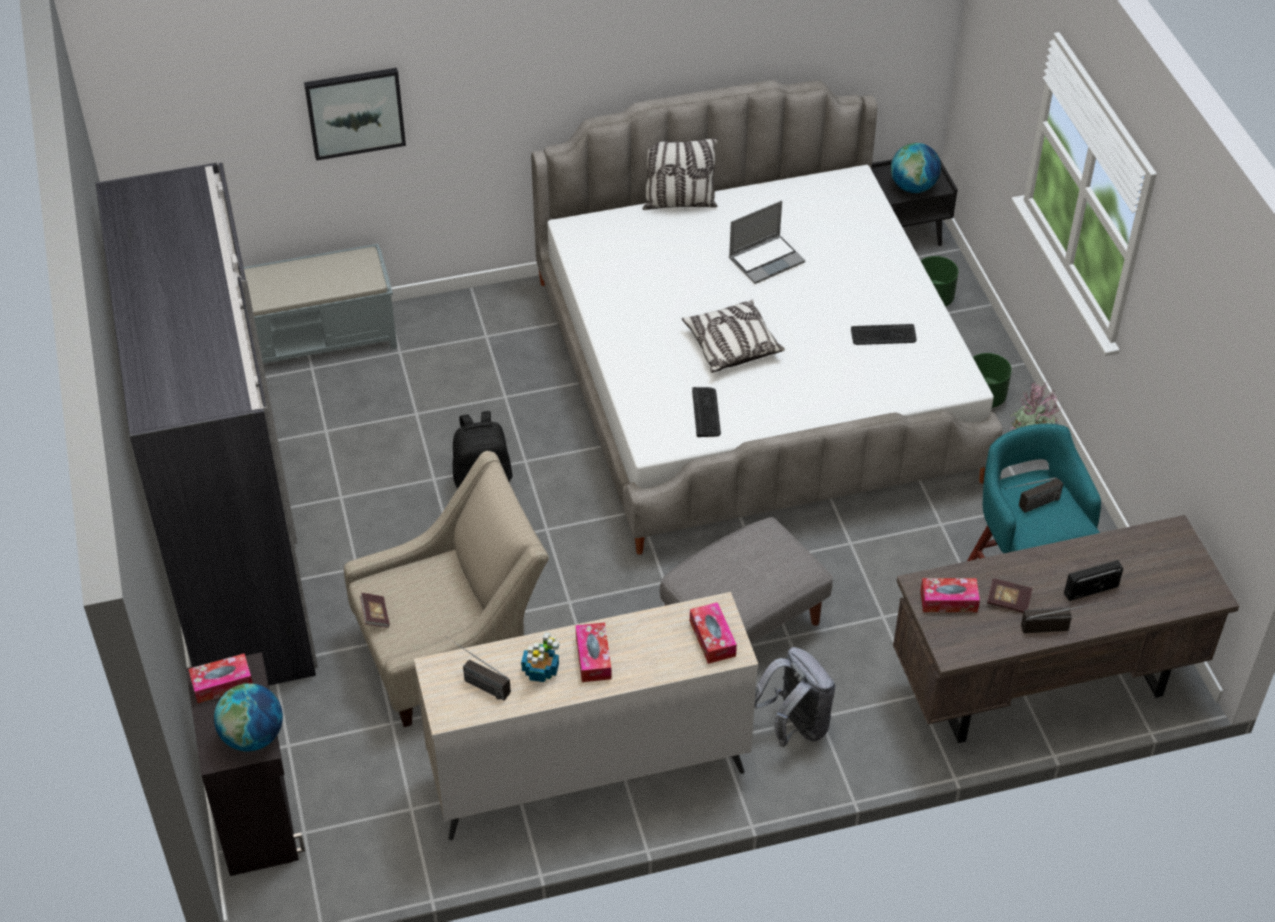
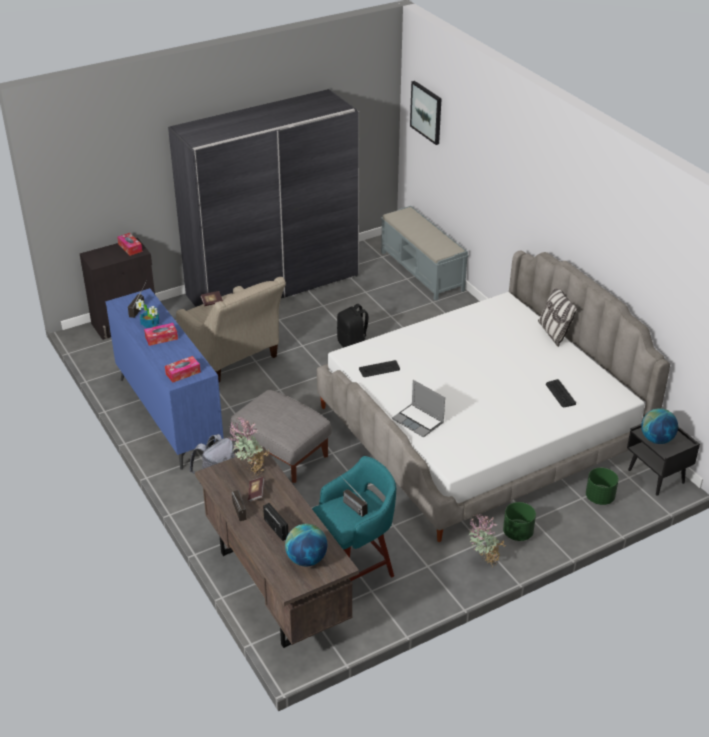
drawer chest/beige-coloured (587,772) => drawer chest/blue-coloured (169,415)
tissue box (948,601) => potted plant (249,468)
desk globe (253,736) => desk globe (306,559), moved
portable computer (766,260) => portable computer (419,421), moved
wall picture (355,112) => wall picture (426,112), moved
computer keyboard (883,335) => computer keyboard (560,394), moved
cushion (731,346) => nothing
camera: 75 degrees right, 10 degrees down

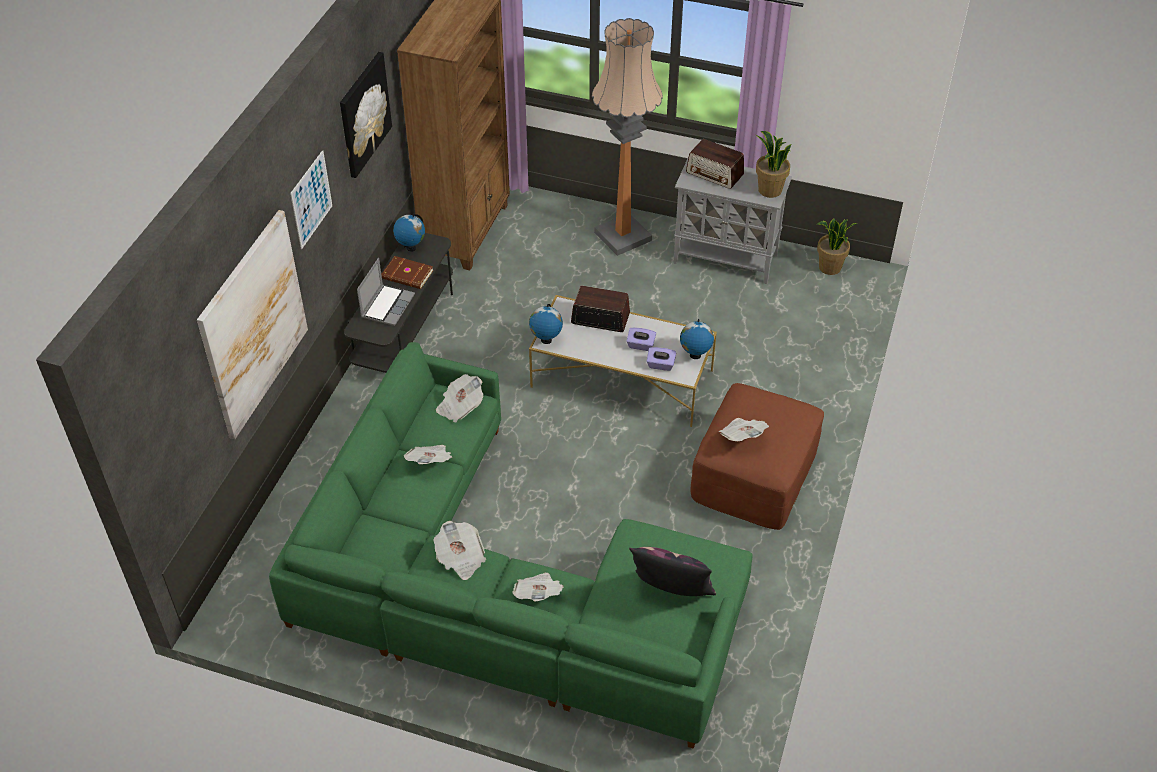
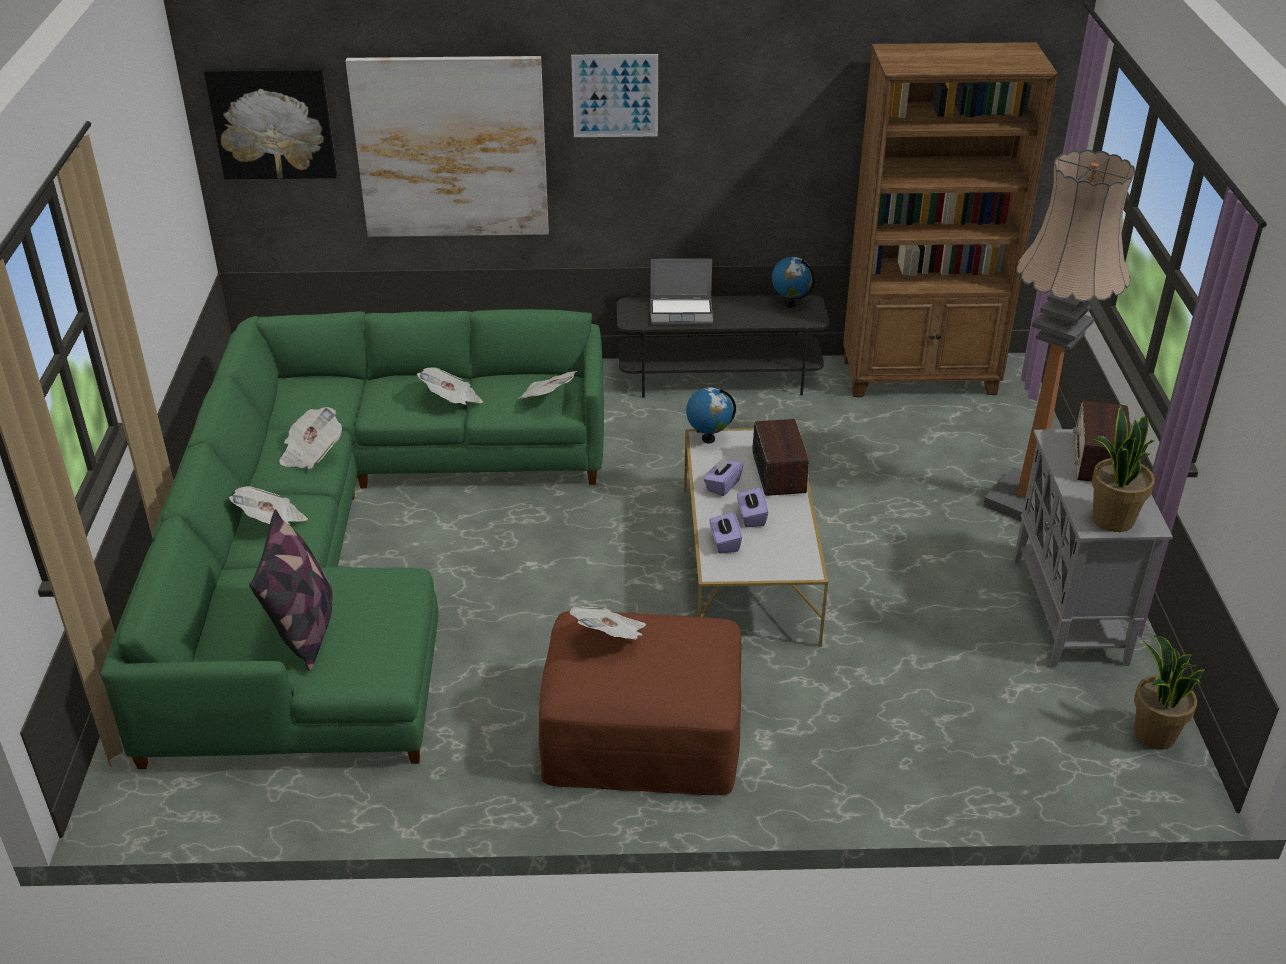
wall picture (363,114) => wall picture (273,122), moved
nothing => tissue box/purple-coloured (722,485)
bound book/brownish (407,275) => nothing
desk globe (695,355) => nothing
camera: 70 degrees right, 10 degrees down

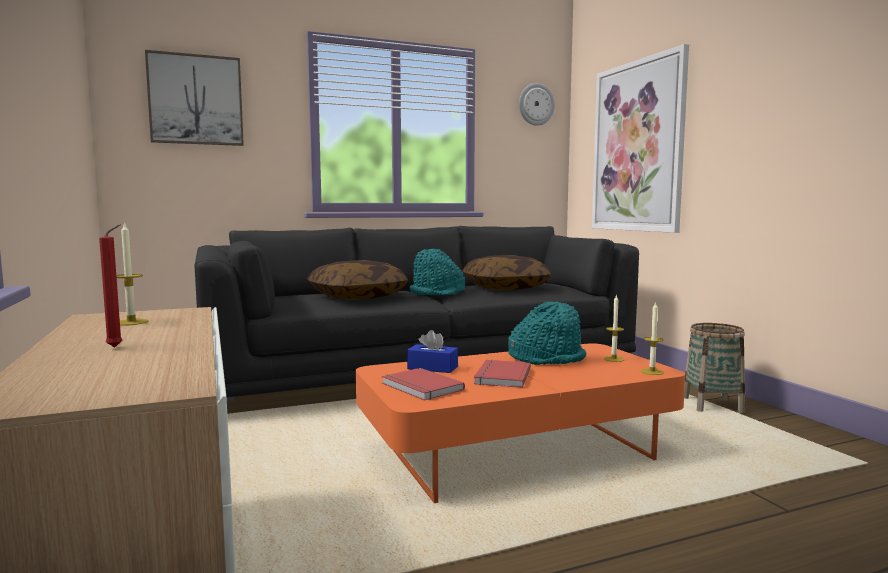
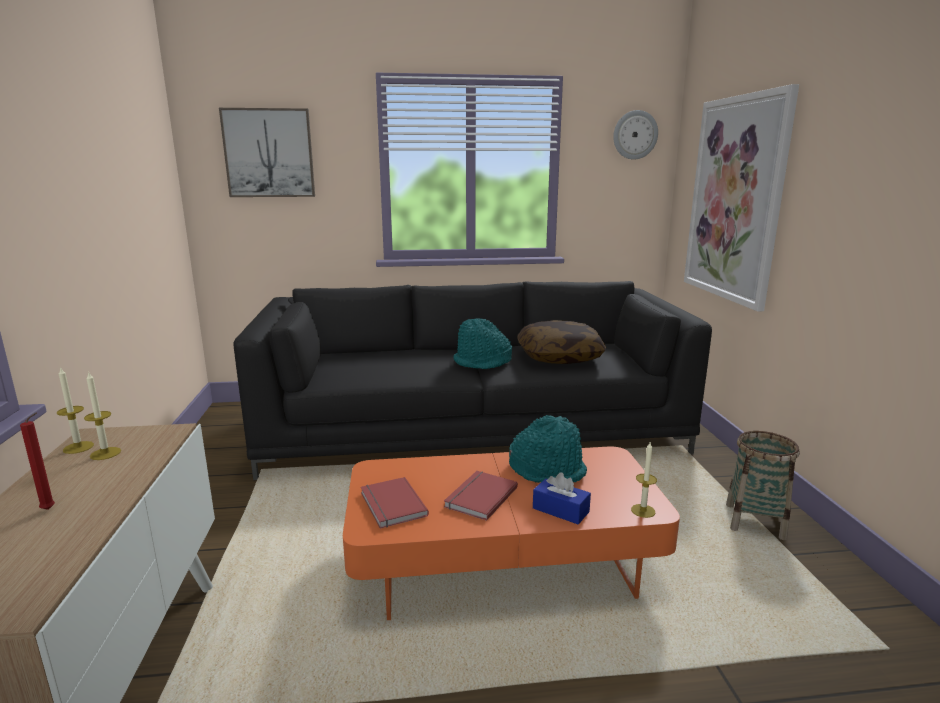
candle (613,359) => candle (78,447), moved
tissue box/blue-coloured (432,368) => tissue box/blue-coloured (560,510), moved
cushion (357,297) => nothing
camera: 15 degrees right, 10 degrees up

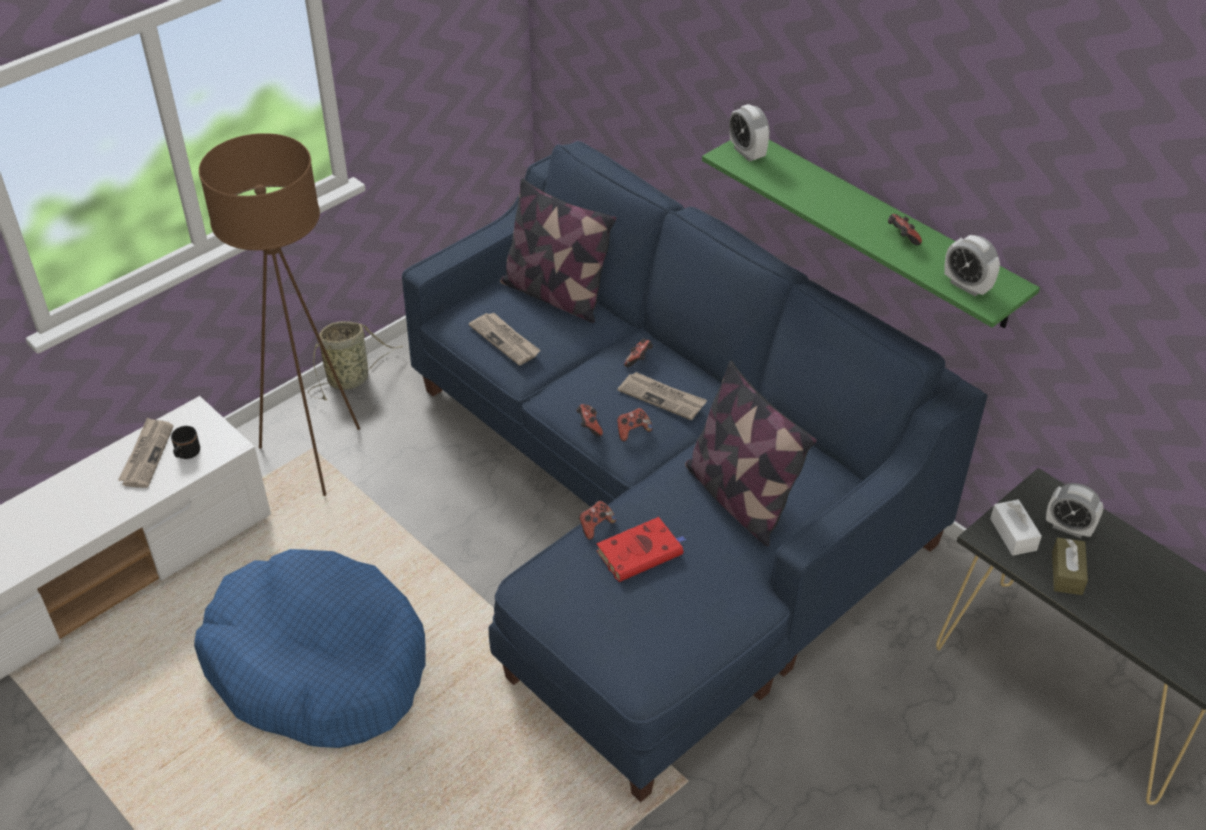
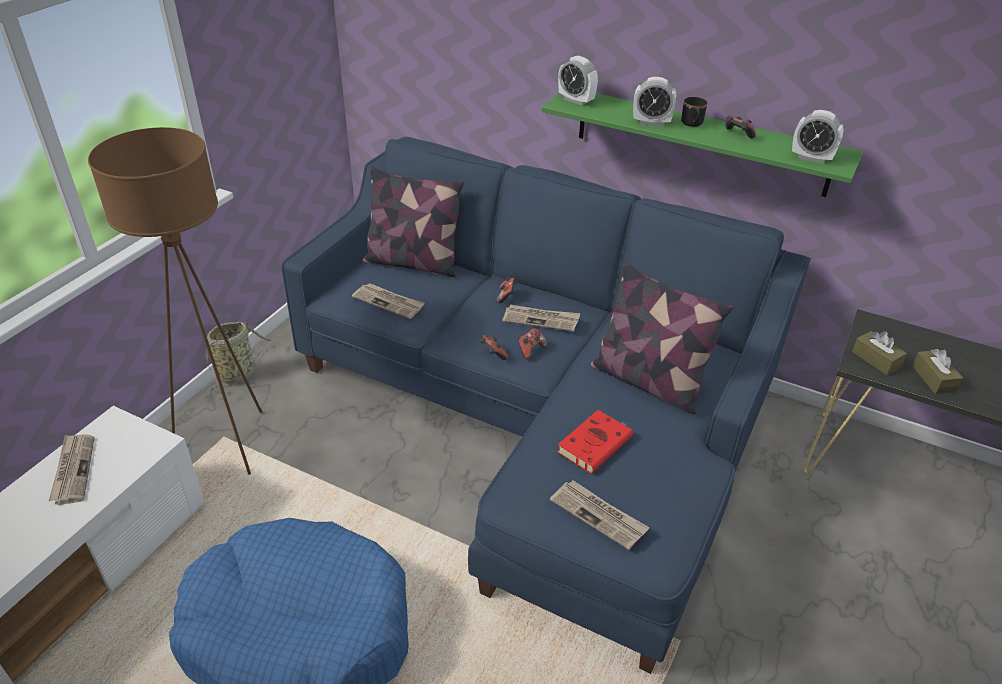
nothing => newspaper (599,515)
alarm clock (1068,528) => alarm clock (651,122), moved
mug/black (186,454) => mug/black (692,124), moved
tissue box/whitish (1013,534) => tissue box/brownish (876,359)
gamepad (595,526) => nothing
camera: 20 degrees left, 5 degrees down

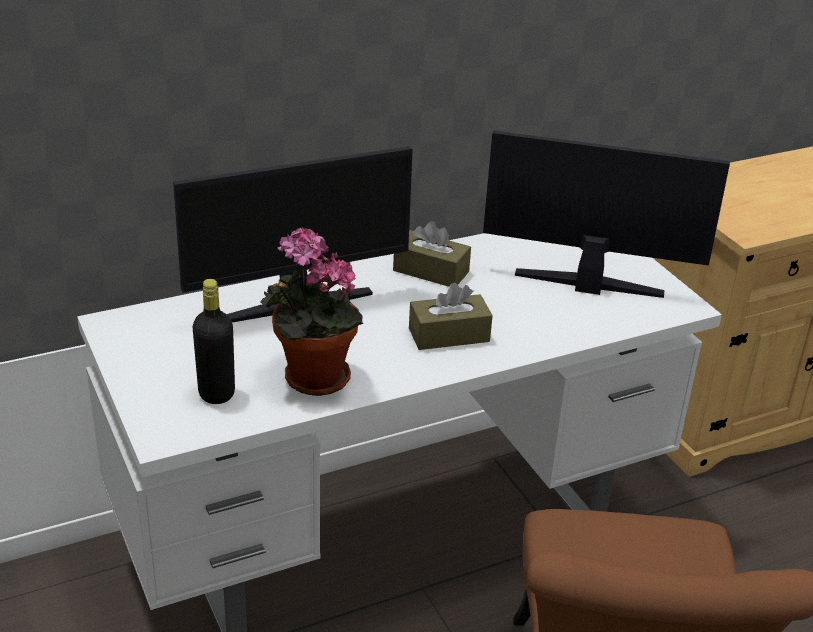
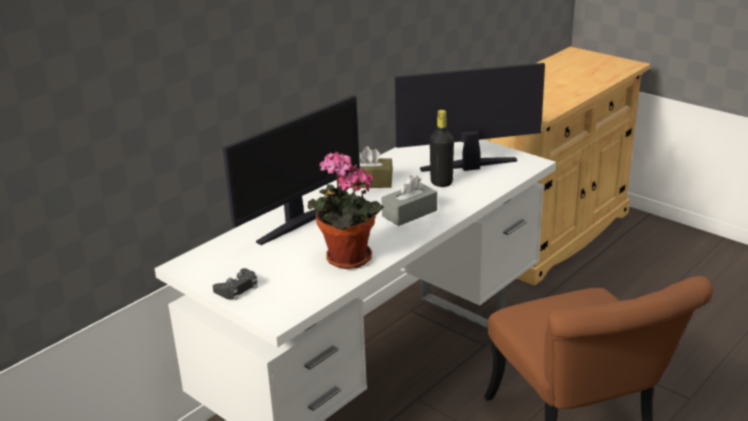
nothing => gamepad/black (237,289)
tissue box/brownish (449,335) => tissue box/greyish (409,213)
bottle/black (216,393) => bottle/black (441,182), moved
camera: 20 degrees left, 5 degrees down

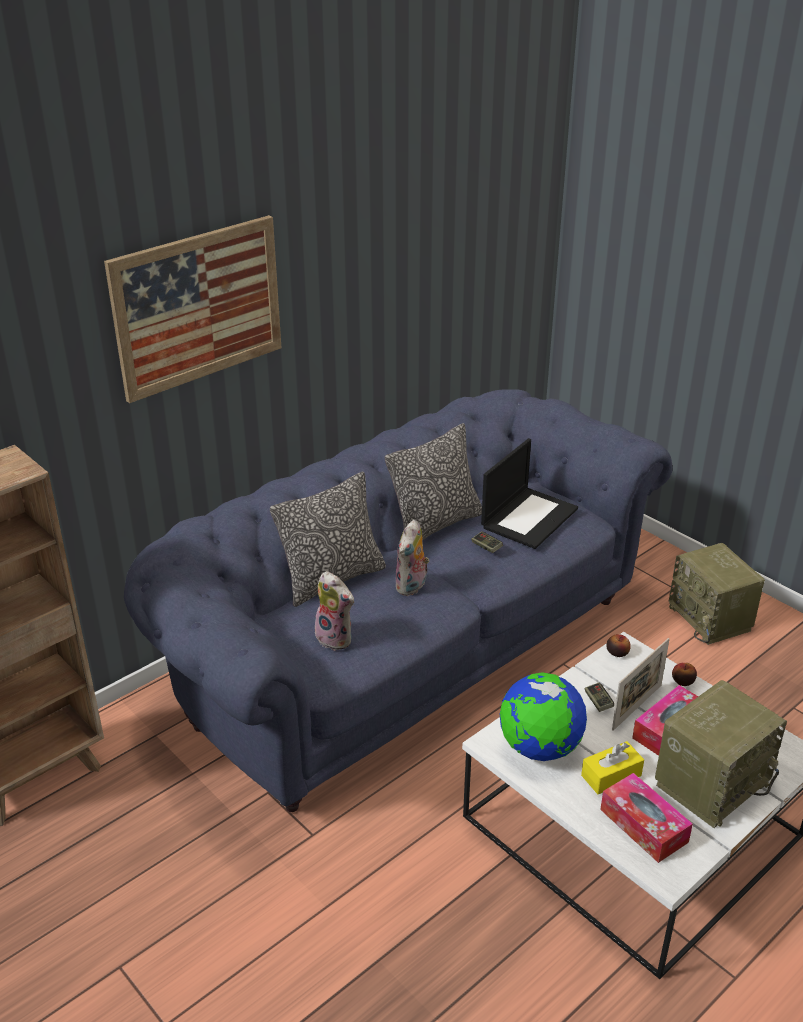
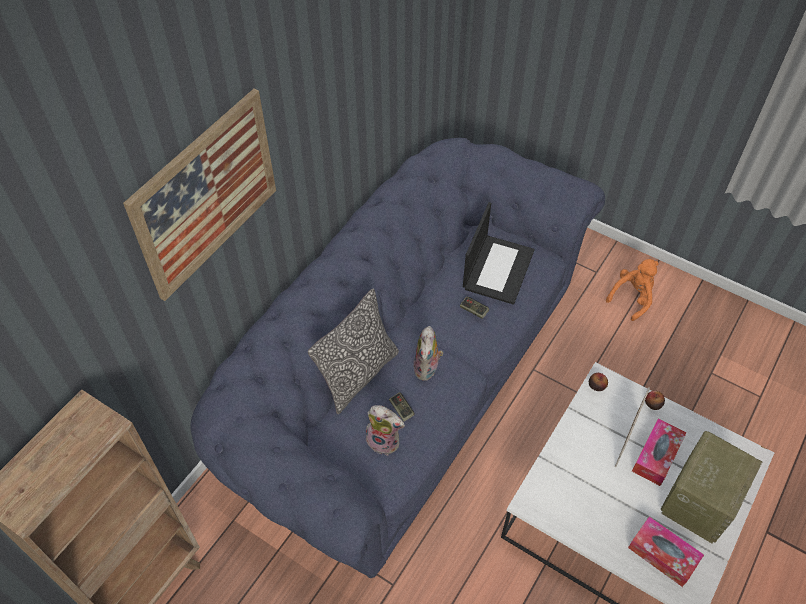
gamepad (598,702) => gamepad (401,409), moved
radio set (711,619) => cuddly toy/orangey (632,298)
cushion (435,525) => nothing
desk globe (539,748) => nothing
tissue box/yellow (611,775) => nothing
camera: 15 degrees left, 20 degrees up

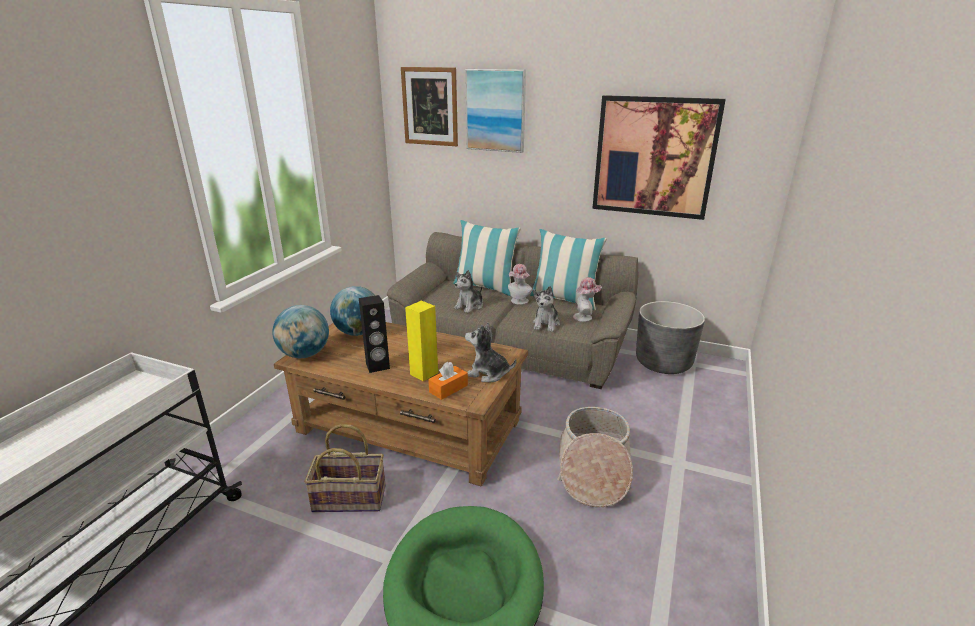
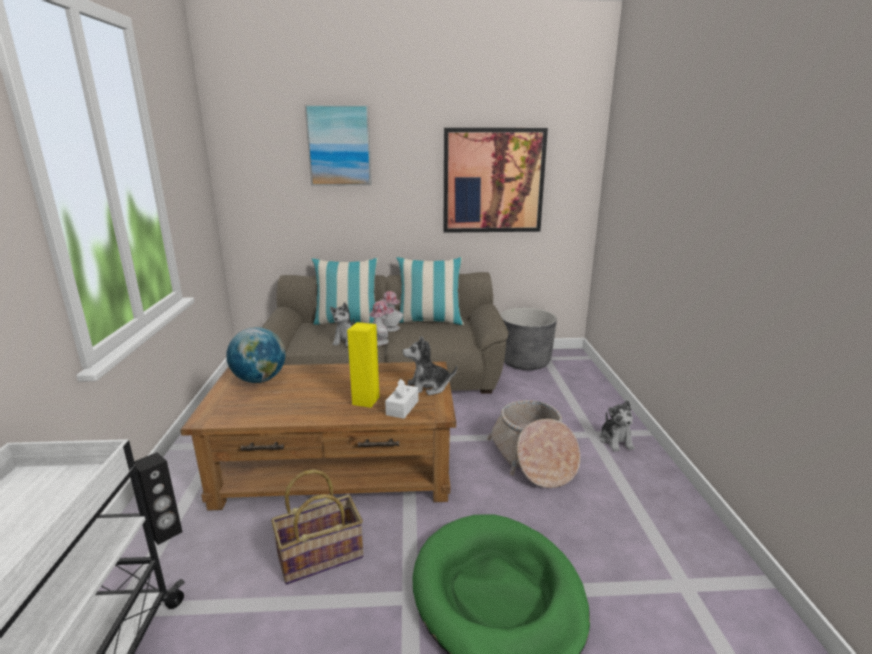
audio speaker/black (378,366) => audio speaker/black (166,533), moved
hat (585,317) => hat (381,341), moved
tissue box/orangey (448,388) => tissue box/whitish (402,408)
cuddly toy (546,324) => cuddly toy (616,441), moved
desk globe (304,354) => nothing
wall picture (430,106) => nothing
camera: 25 degrees left, 5 degrees down

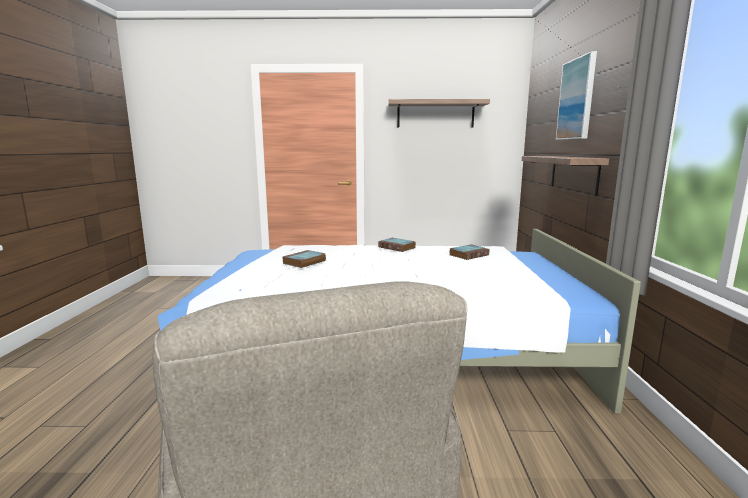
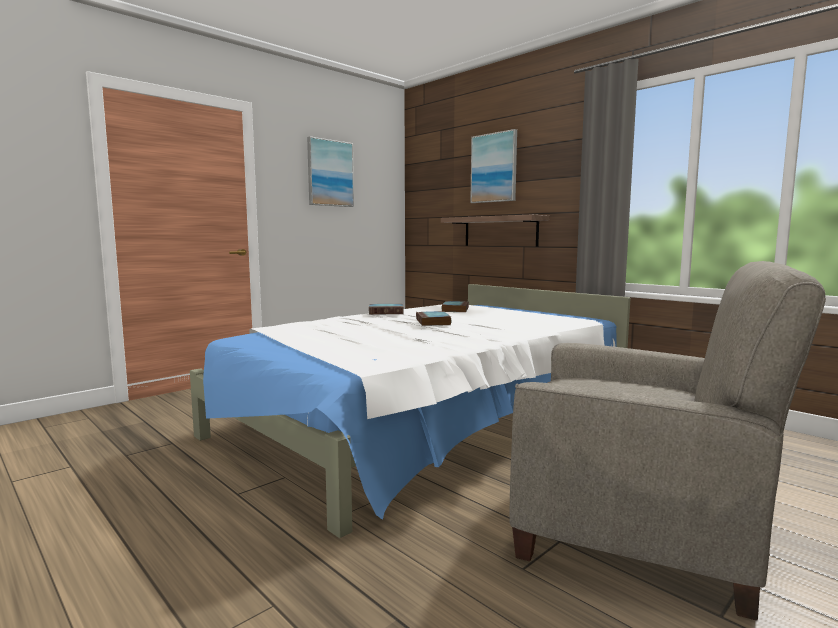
shelf (435,114) => wall picture (330,173)
bound book (304,262) => bound book (433,322), moved
camera: 45 degrees left, 5 degrees down

